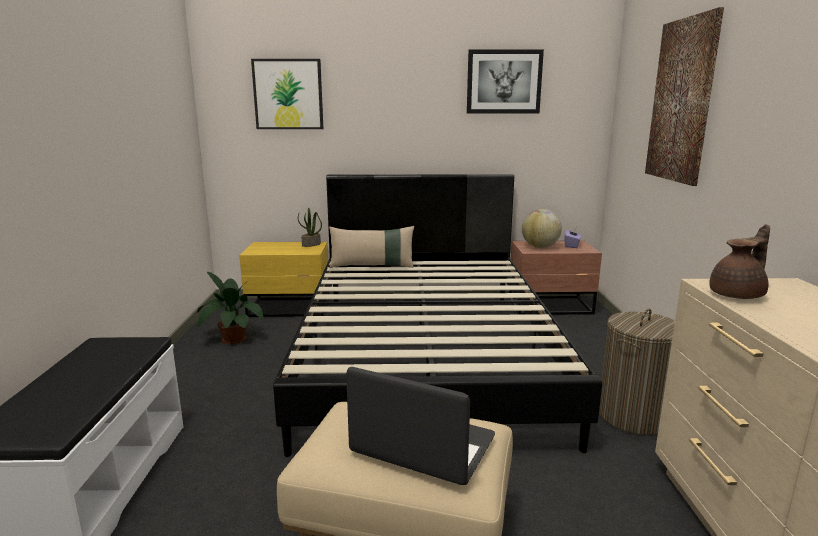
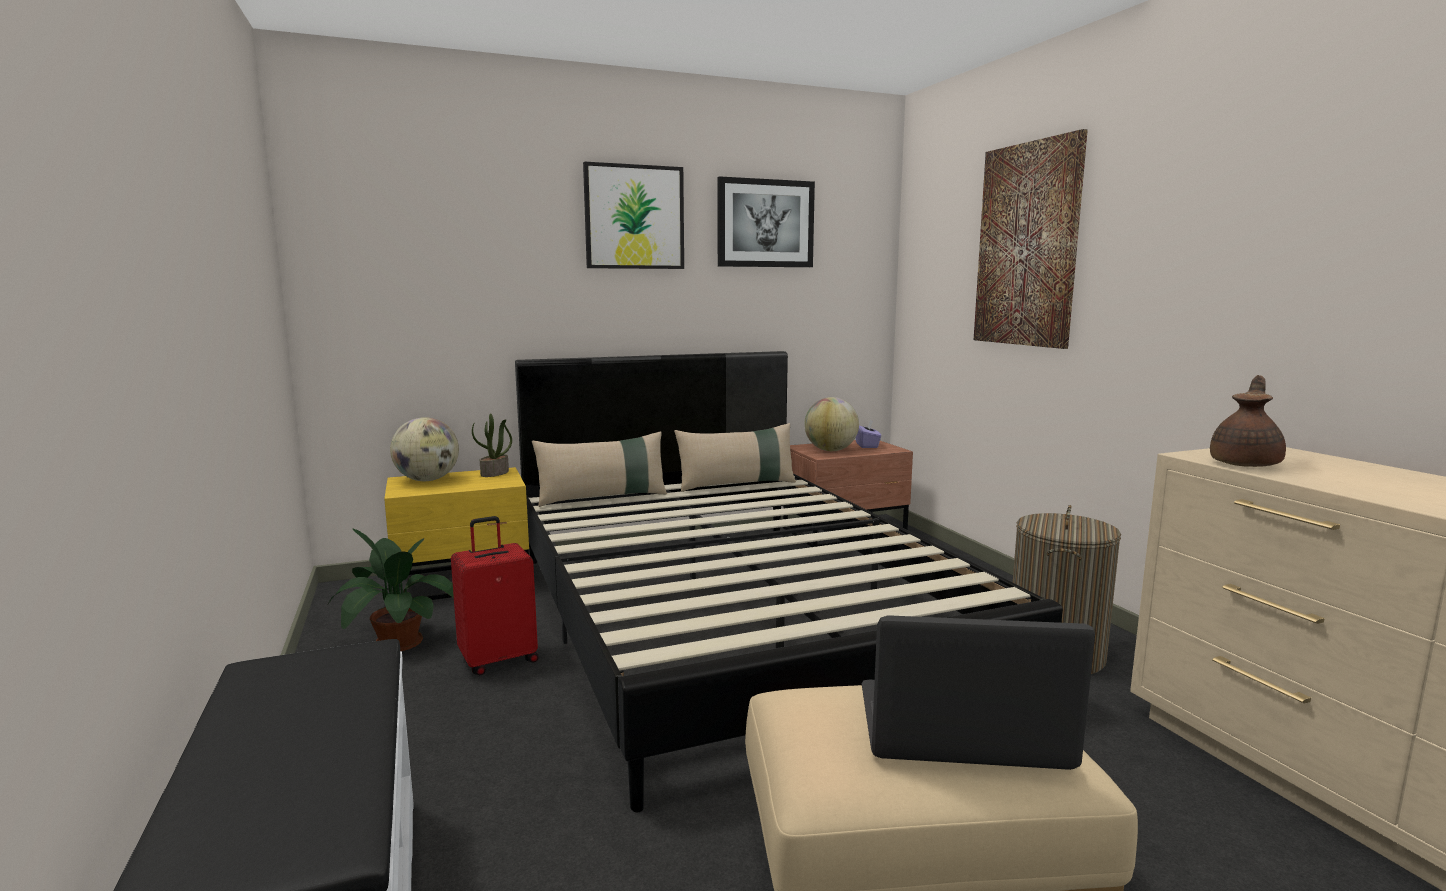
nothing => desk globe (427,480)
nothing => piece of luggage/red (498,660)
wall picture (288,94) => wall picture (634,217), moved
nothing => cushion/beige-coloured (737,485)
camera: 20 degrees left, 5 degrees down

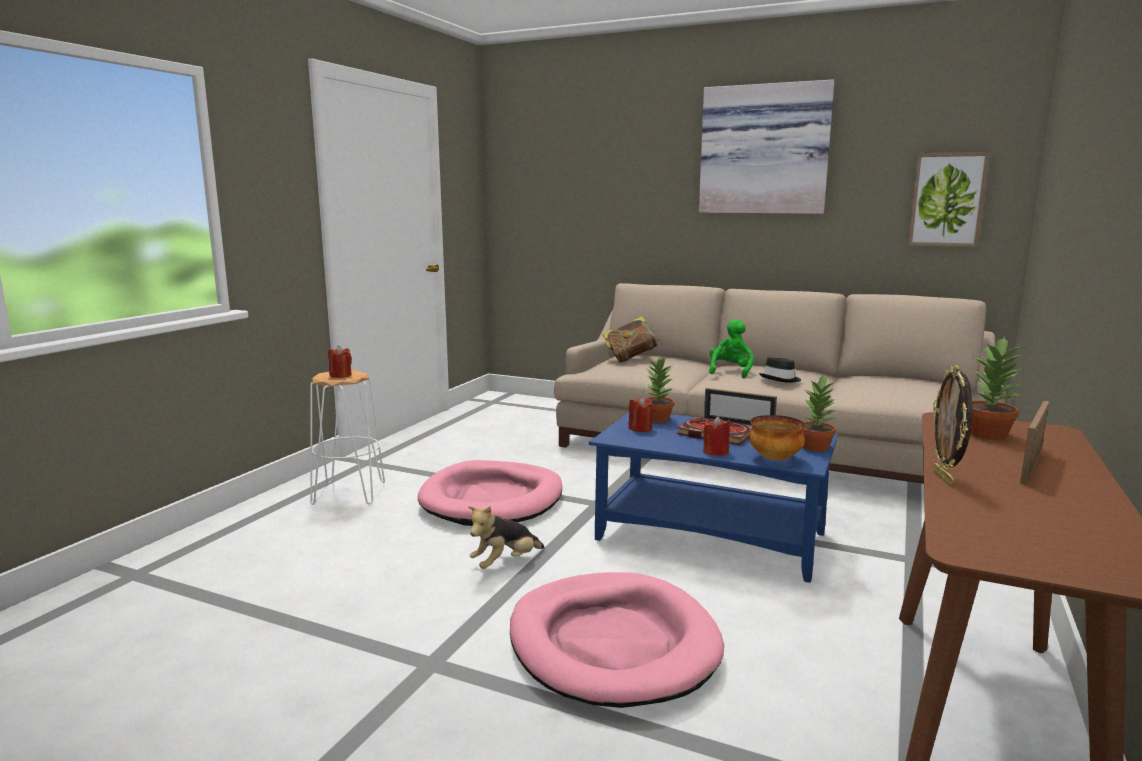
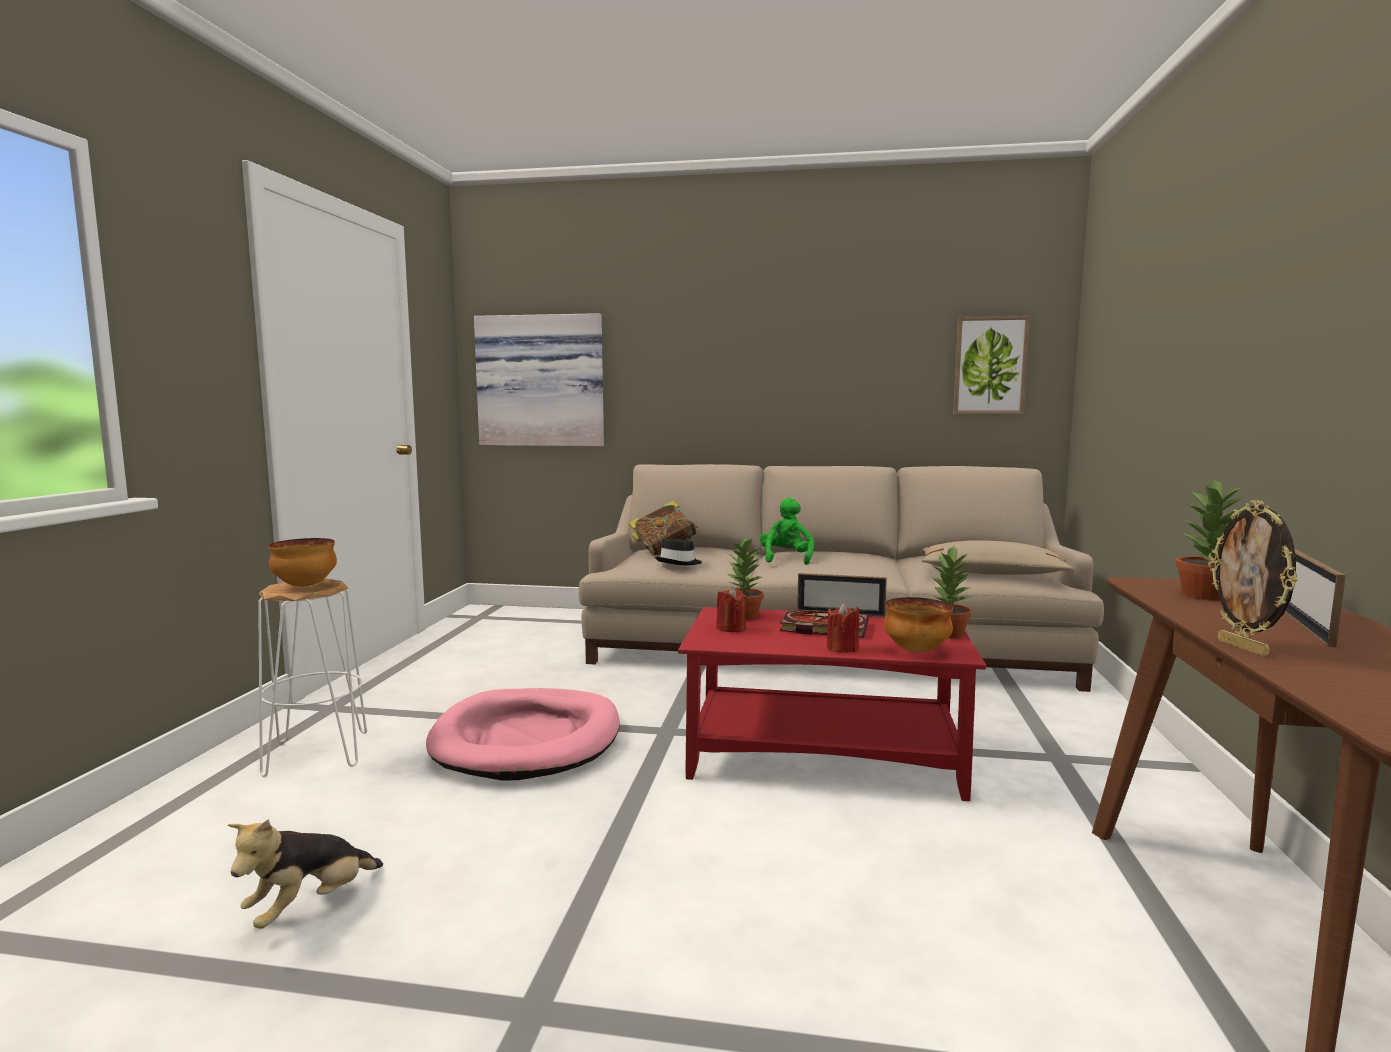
cuddly toy (505,563) => cuddly toy (309,906), moved
candle/red (340,375) => bowl (305,586)
wall picture (764,150) => wall picture (541,381), moved
hat/black (781,379) => hat/black (679,563), moved
low table/blue-coloured (712,536) => low table/red (826,757)
nothing => cushion/beige-coloured (991,573)
dog cushion/pink (612,644) => nothing
camera: 15 degrees left, 5 degrees down

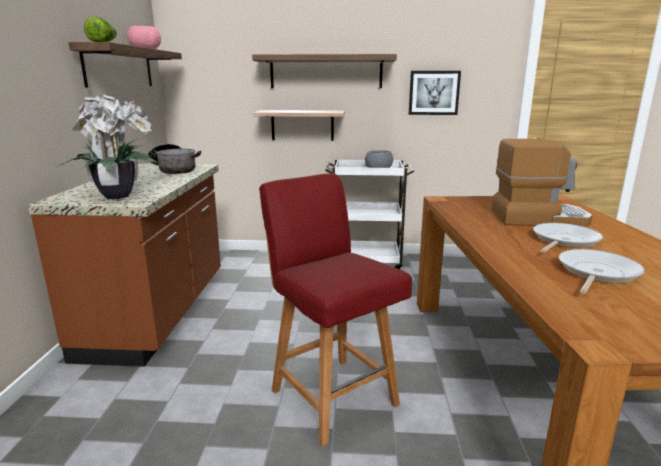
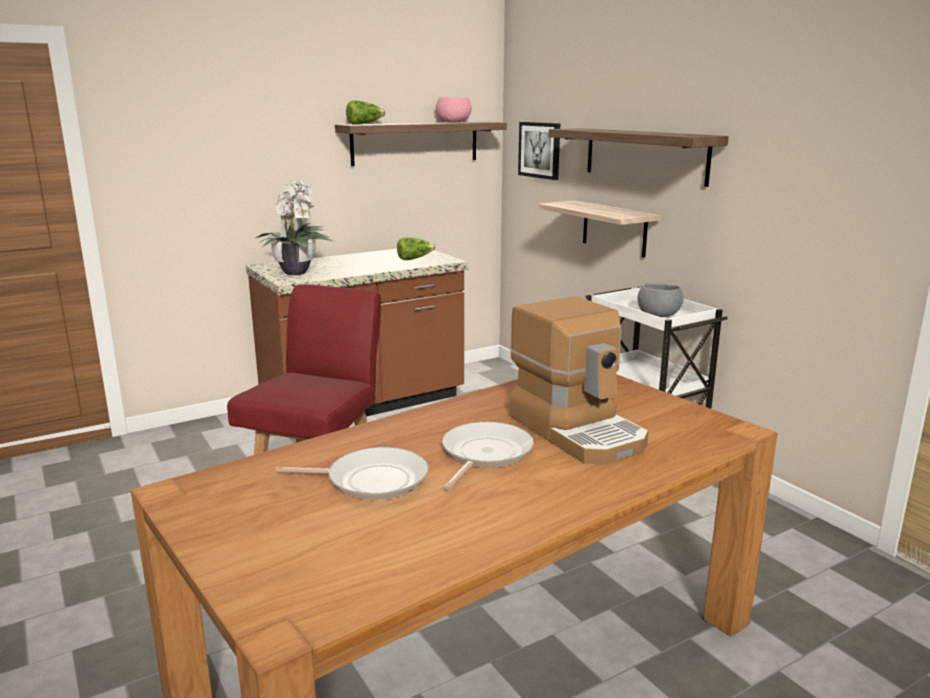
cooking pot (174,169) => lettuce head (414,259)
frying pan (563,241) => frying pan (484,454), 75 degrees counterclockwise
wall picture (433,93) => wall picture (540,150), moved
camera: 55 degrees right, 0 degrees up

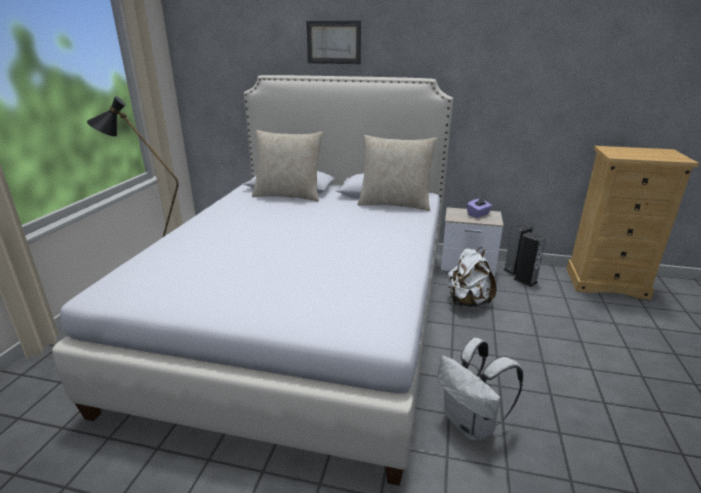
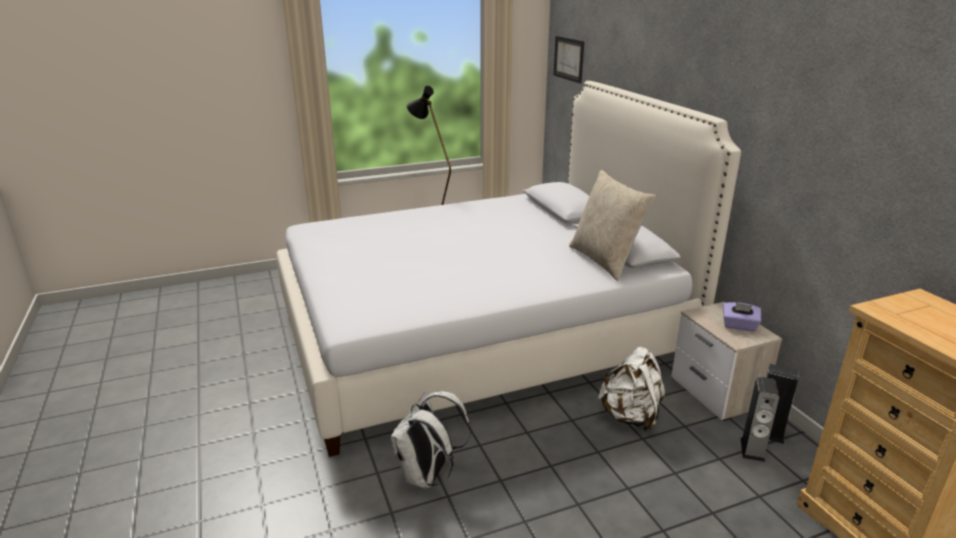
wall picture (334,42) => wall picture (569,59), moved
cushion/beige-coloured (288,196) => nothing
camera: 55 degrees right, 0 degrees up

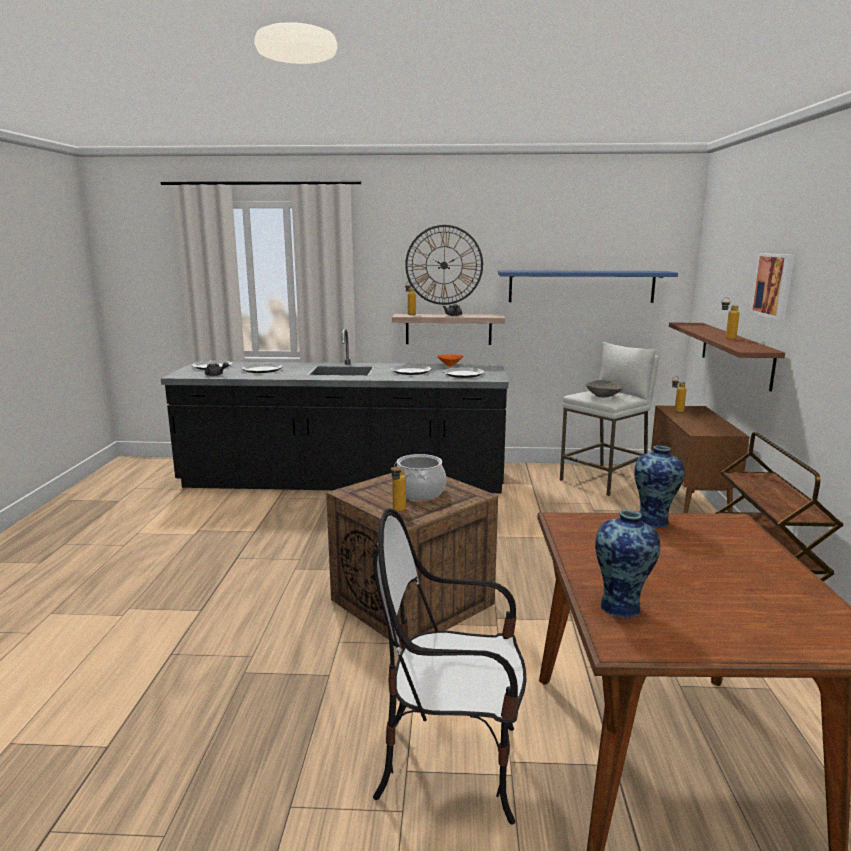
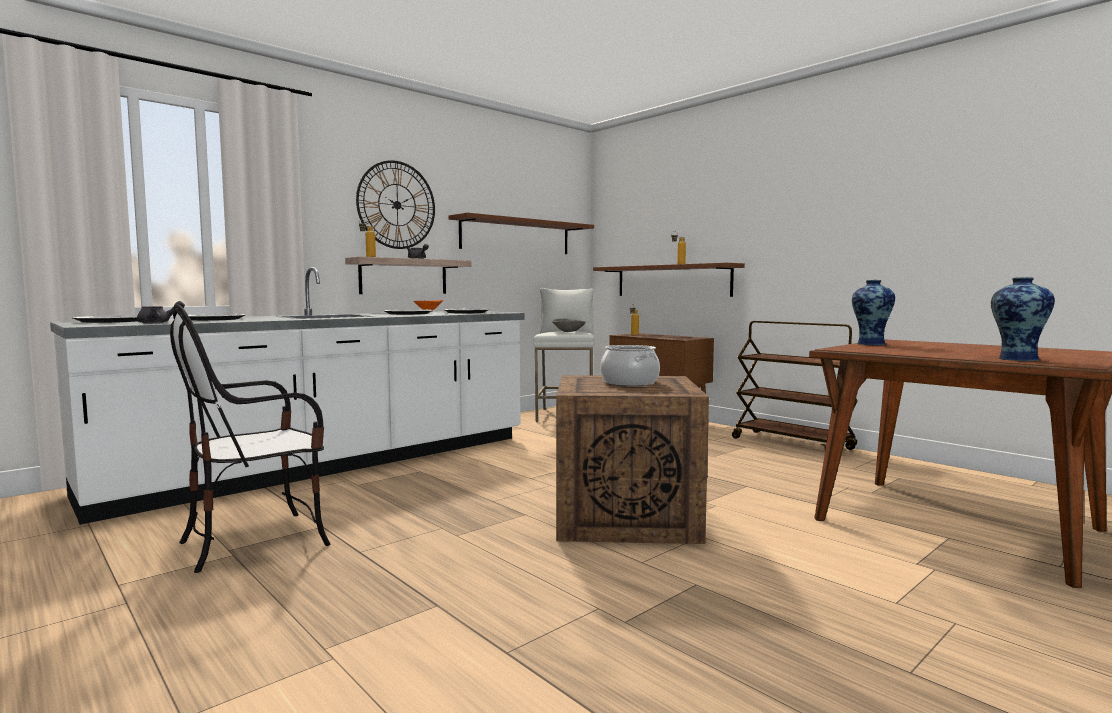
kitchen base unit/black (344,481) => kitchen base unit/whitish (330,464)
chair (451,765) => chair (256,541), moved
shelf/blue-coloured (581,286) => shelf/brownish (516,236)
bottle (398,511) => nothing
wall picture (774,285) => nothing
camera: 45 degrees left, 10 degrees down

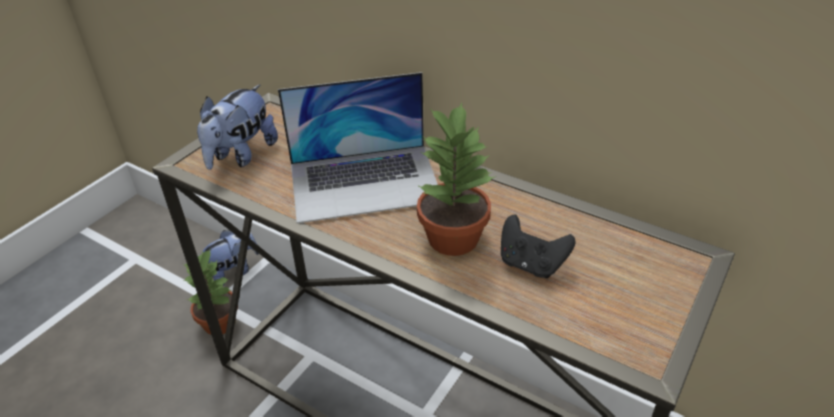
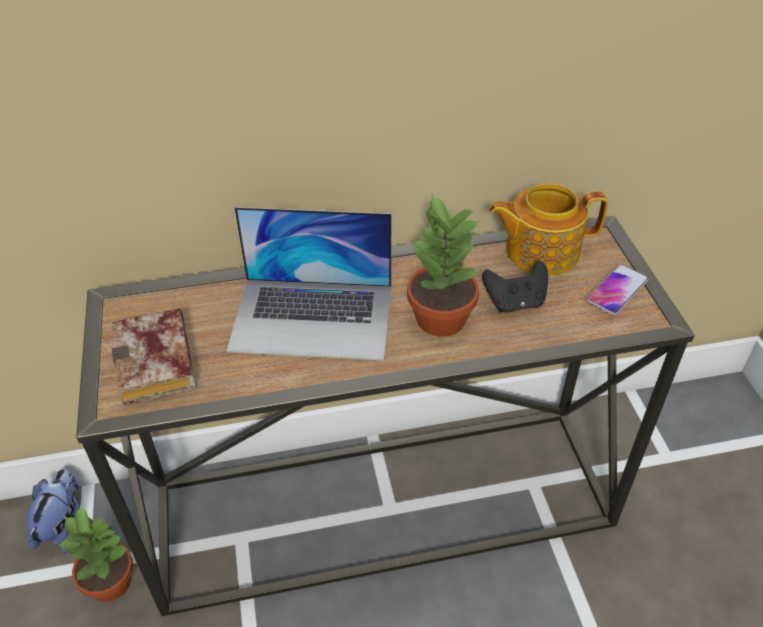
cuddly toy (241,155) => bound book (159,365)
portable computer (365,182) => portable computer (313,317), 60 degrees clockwise
nothing => tea pot (540,251)
nothing => handset (617,290)
camera: 45 degrees left, 5 degrees up

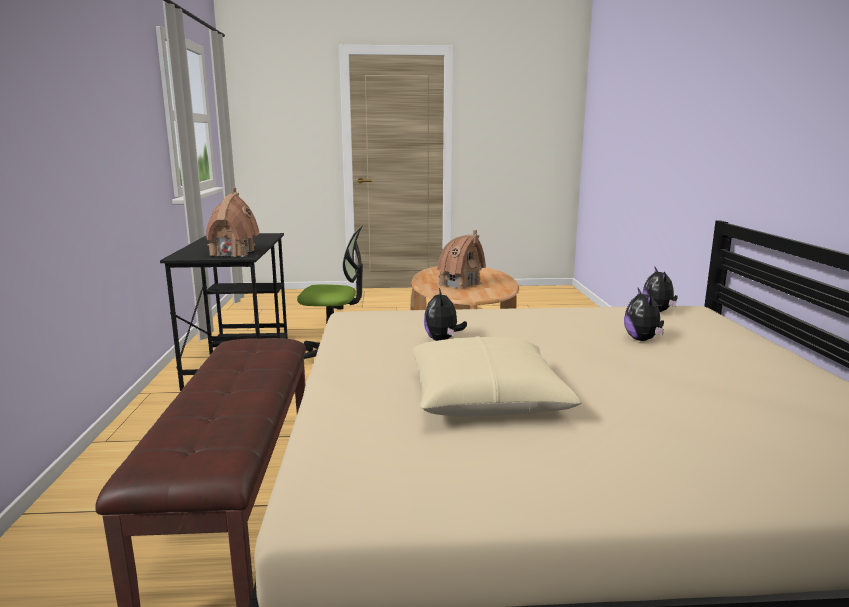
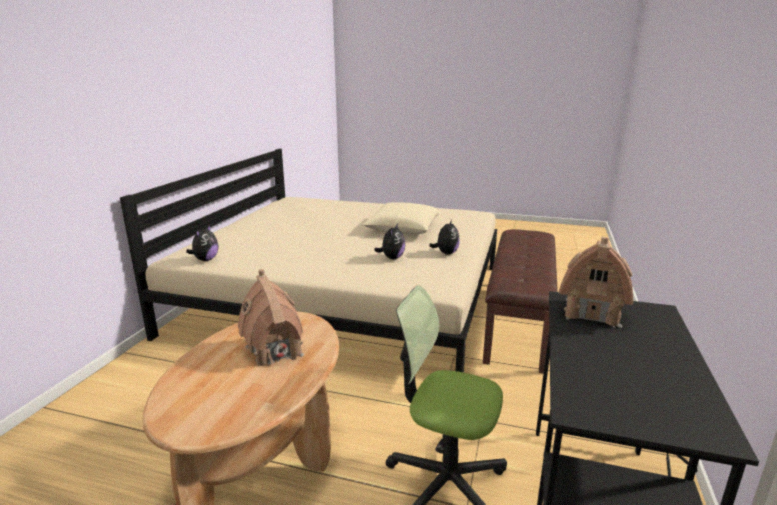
cuddly toy (642,339) => cuddly toy (446,253), moved
camera: 160 degrees left, 5 degrees up

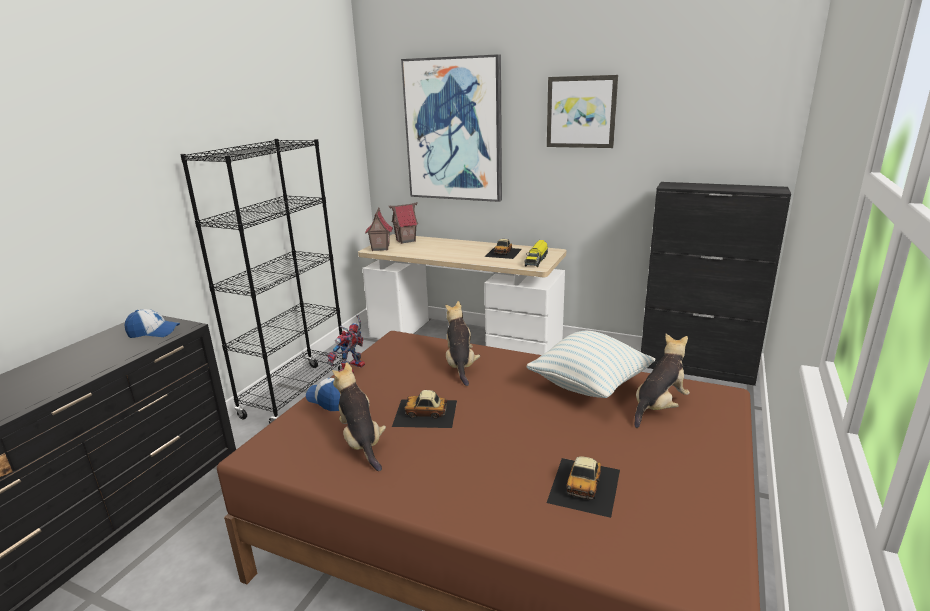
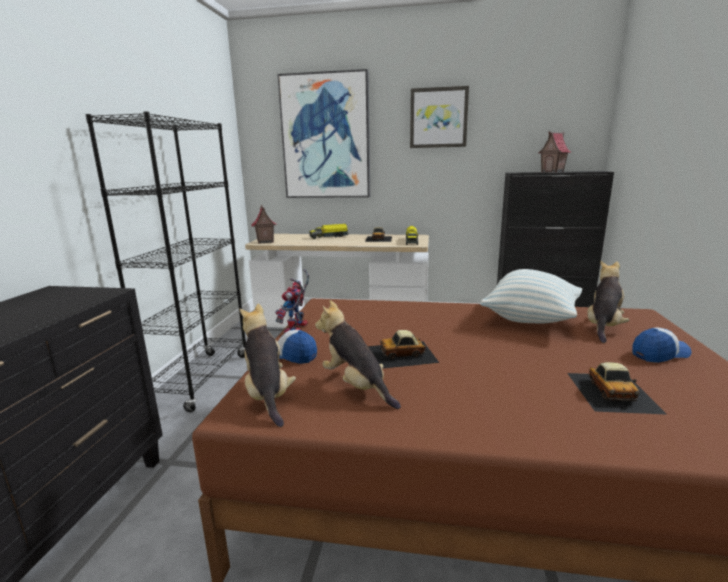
cuddly toy (460,365) => cuddly toy (268,395), moved
nothing => model truck (329,237)
toy house (406,240) => toy house (552,172), moved
baseball cap (154,332) => baseball cap (659,354), moved
camera: 15 degrees left, 5 degrees down

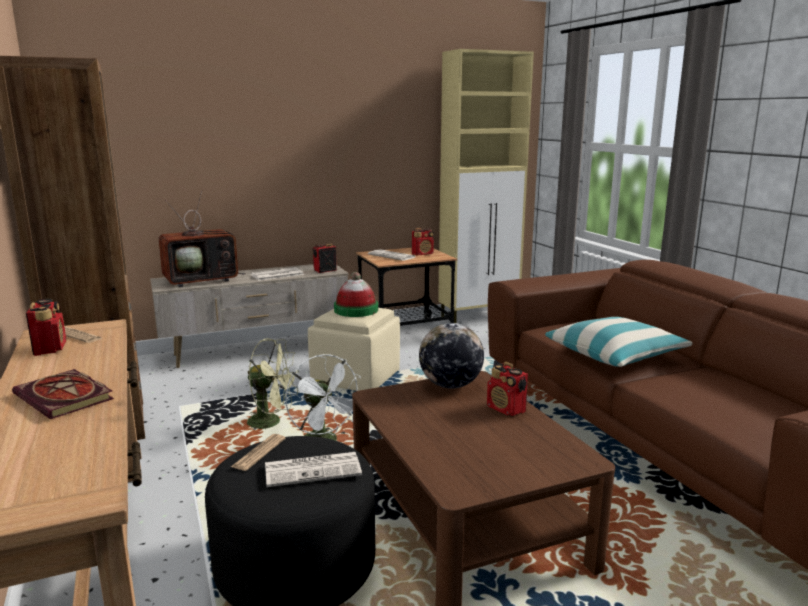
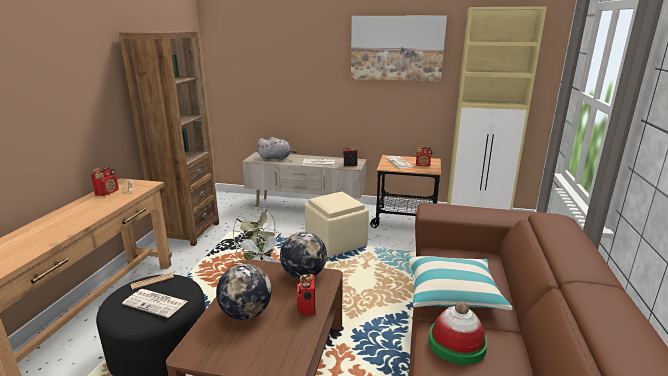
nothing => desk globe (246,313)
TV set (202,280) => cuddly toy/greyish (276,158)
nothing => wall picture (396,48)
hat (356,310) => hat (457,343), moved
bound book (66,397) => nothing
camera: 35 degrees right, 5 degrees up

